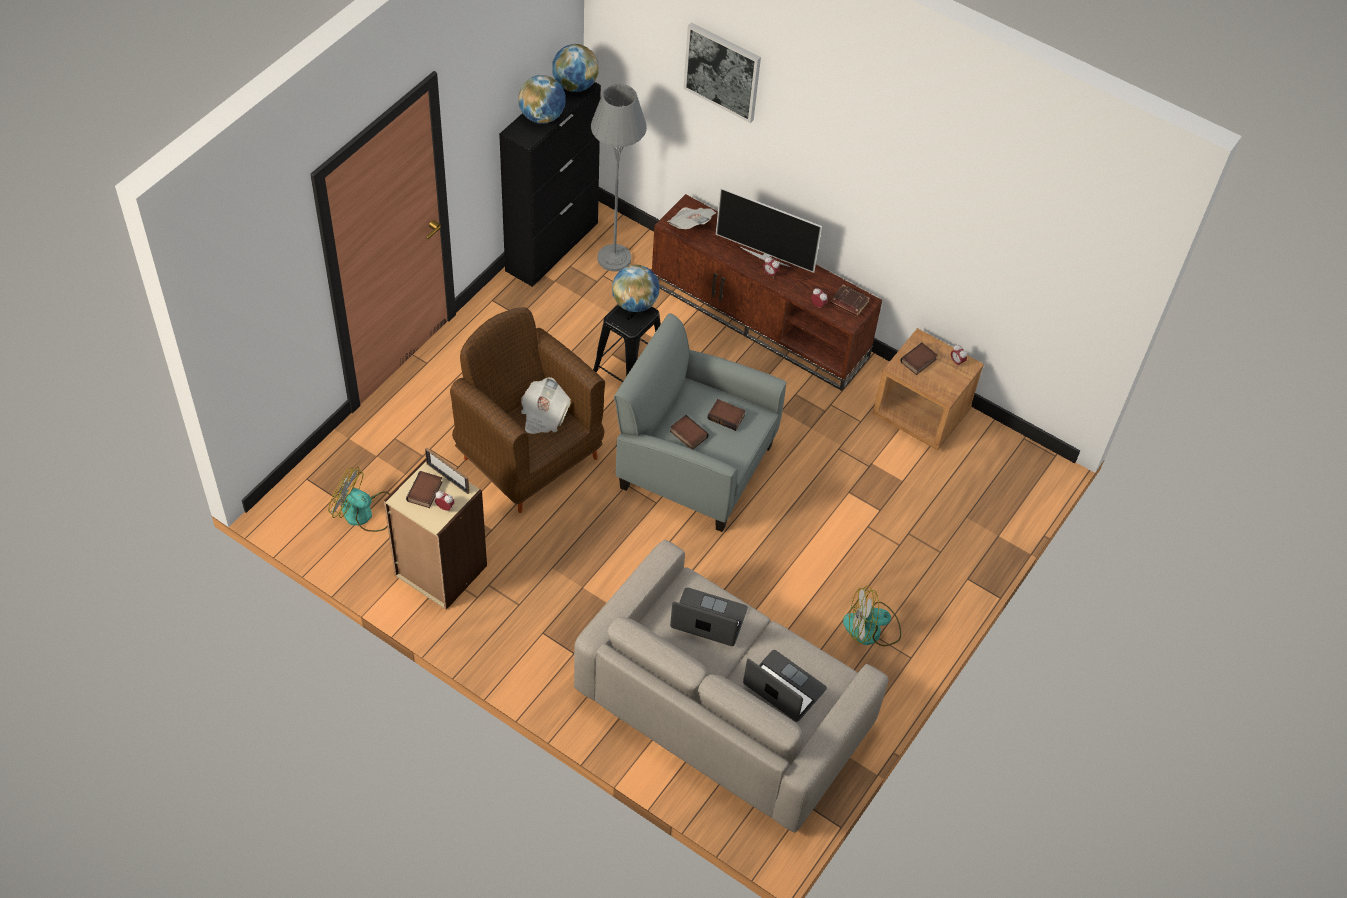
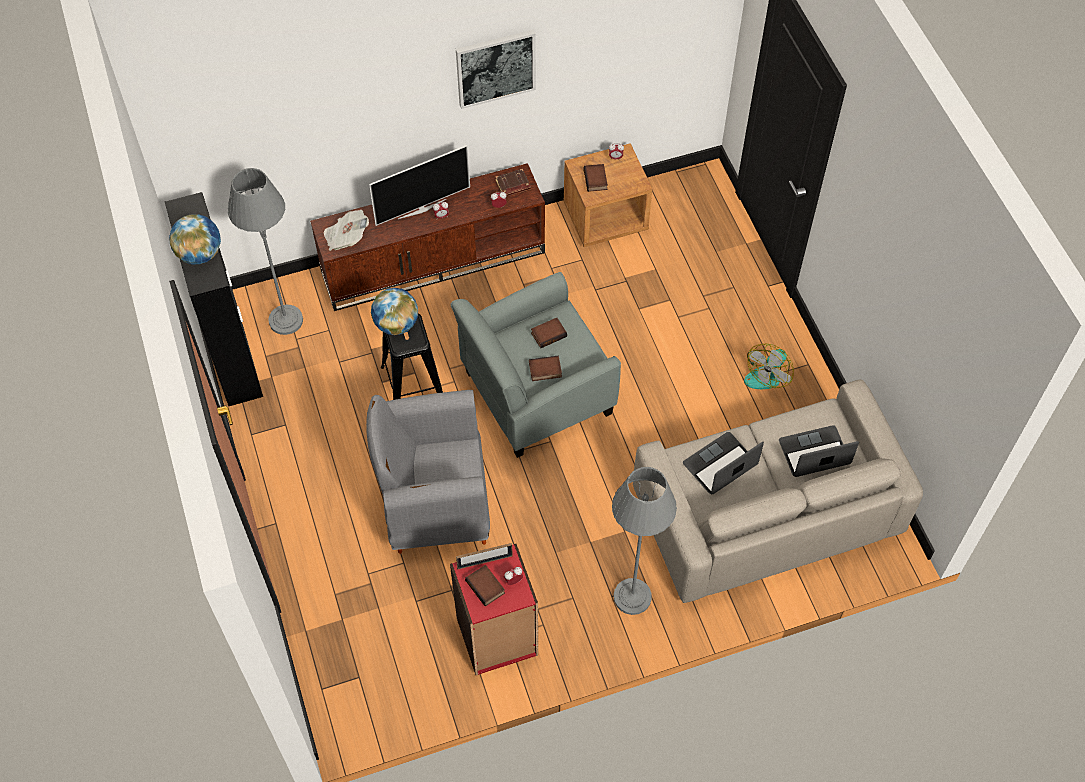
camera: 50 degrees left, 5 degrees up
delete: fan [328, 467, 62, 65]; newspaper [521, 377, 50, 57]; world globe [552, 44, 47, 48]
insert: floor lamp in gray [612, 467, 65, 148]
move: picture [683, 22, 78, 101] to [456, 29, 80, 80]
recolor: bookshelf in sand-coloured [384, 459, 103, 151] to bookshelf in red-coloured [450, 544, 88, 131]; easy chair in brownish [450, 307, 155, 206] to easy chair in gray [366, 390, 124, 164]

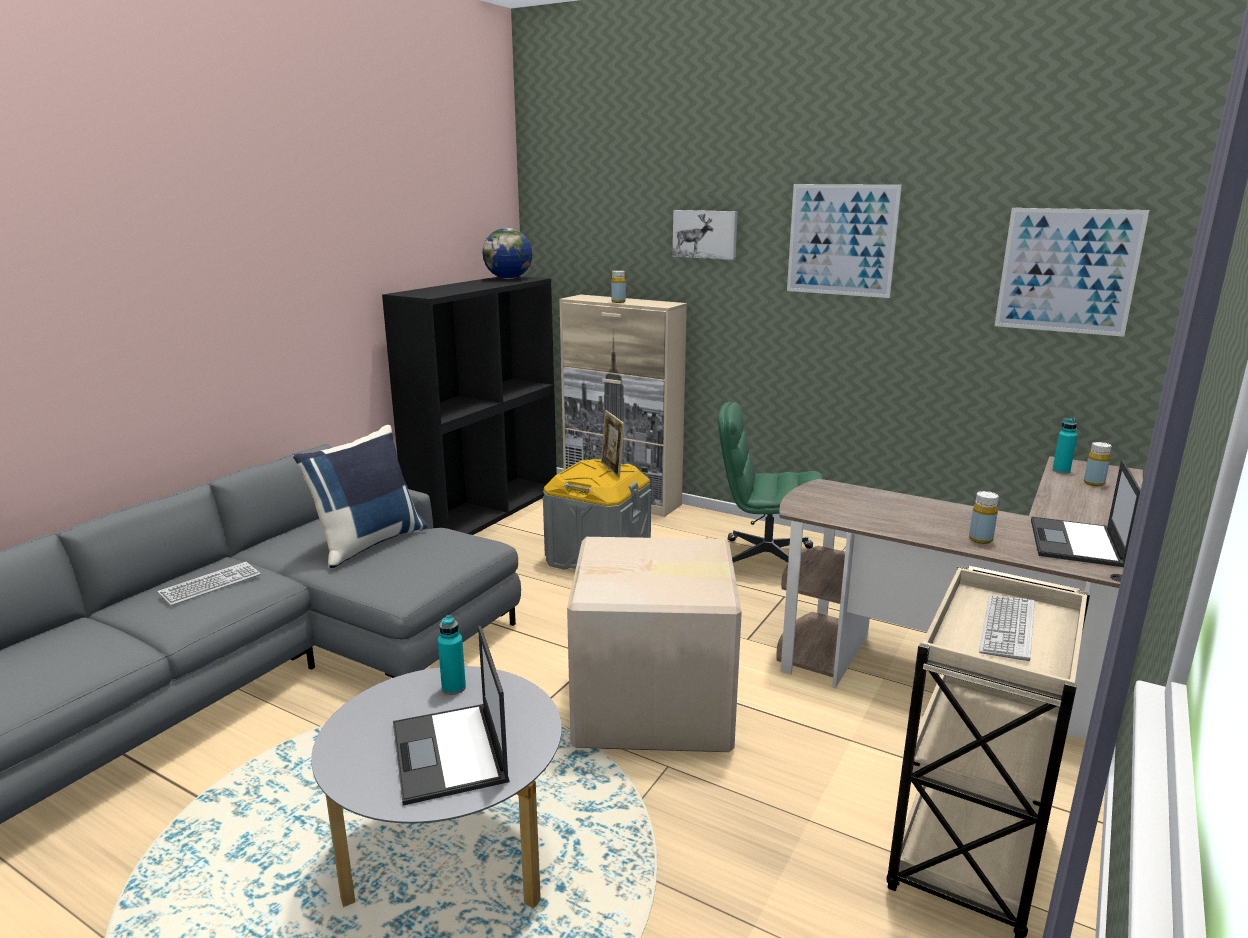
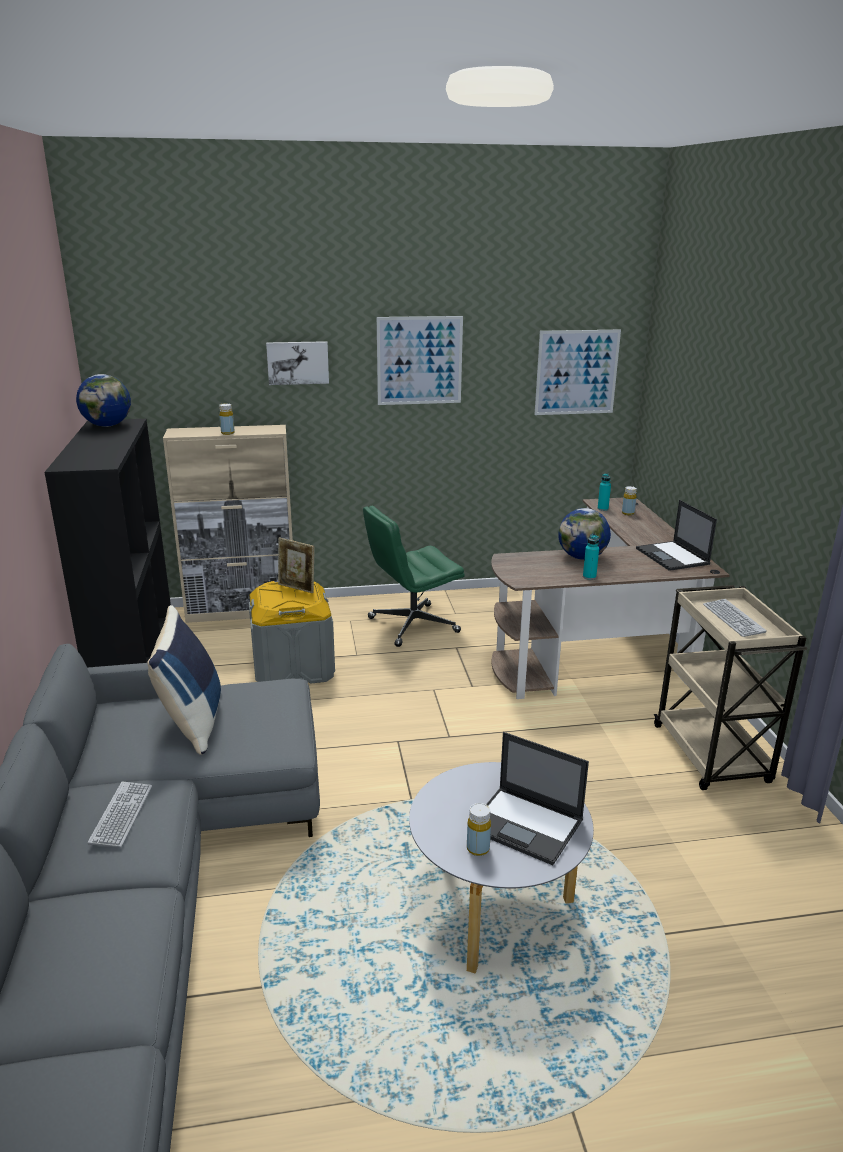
camera: 40 degrees left, 5 degrees up
delete: cardboard box [567, 537, 175, 215]
insert: world globe [558, 508, 53, 52]
move: bottle in turquoise-coloured [438, 615, 28, 80] to [583, 535, 16, 45]; bottle in yellow-coloured [969, 491, 30, 53] to [467, 803, 24, 53]

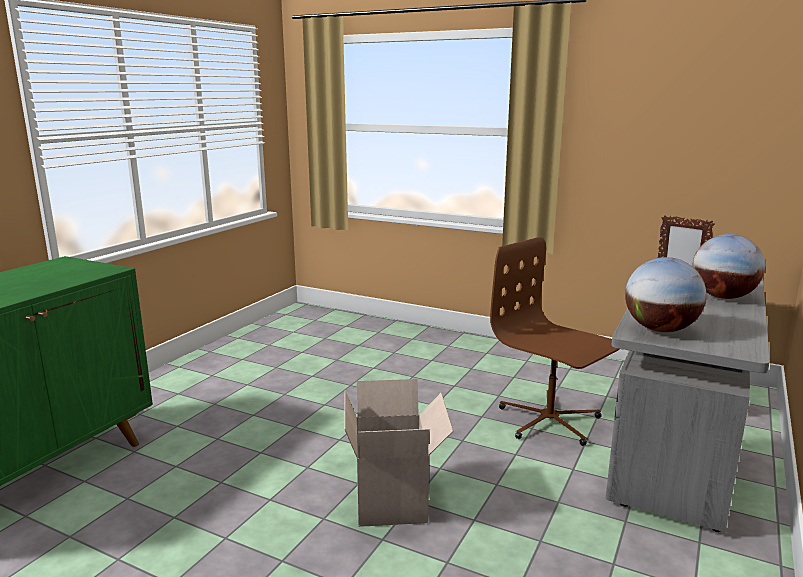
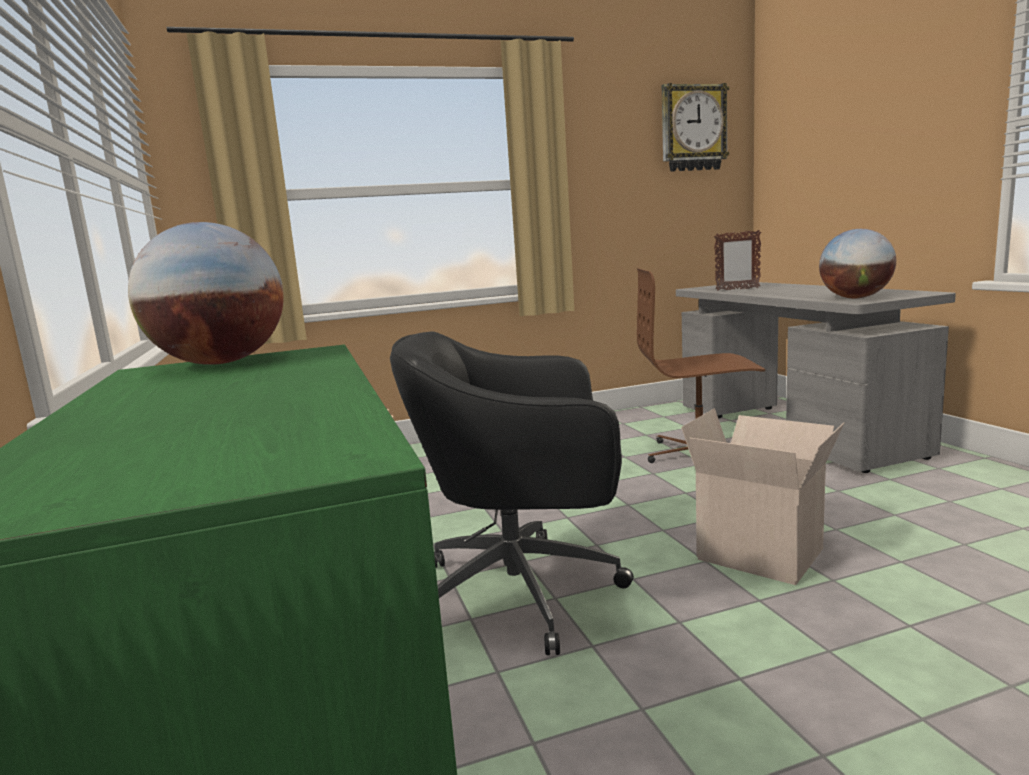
camera: 45 degrees left, 5 degrees down
insert: office chair in blackish [390, 331, 244, 324]; hanging clock [662, 83, 67, 89]
move: world globe [692, 234, 73, 65] to [128, 222, 156, 143]

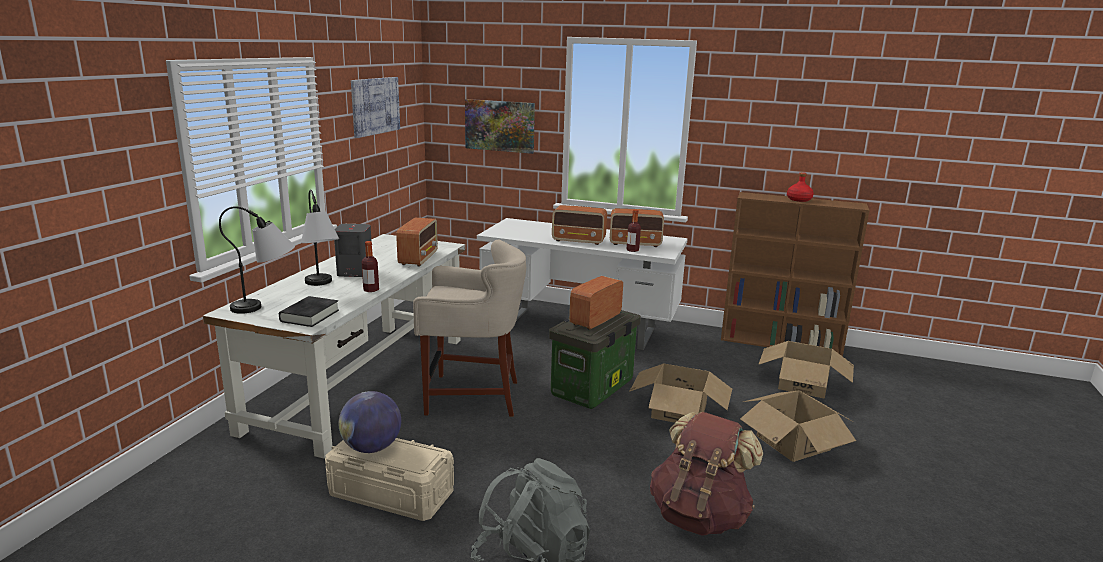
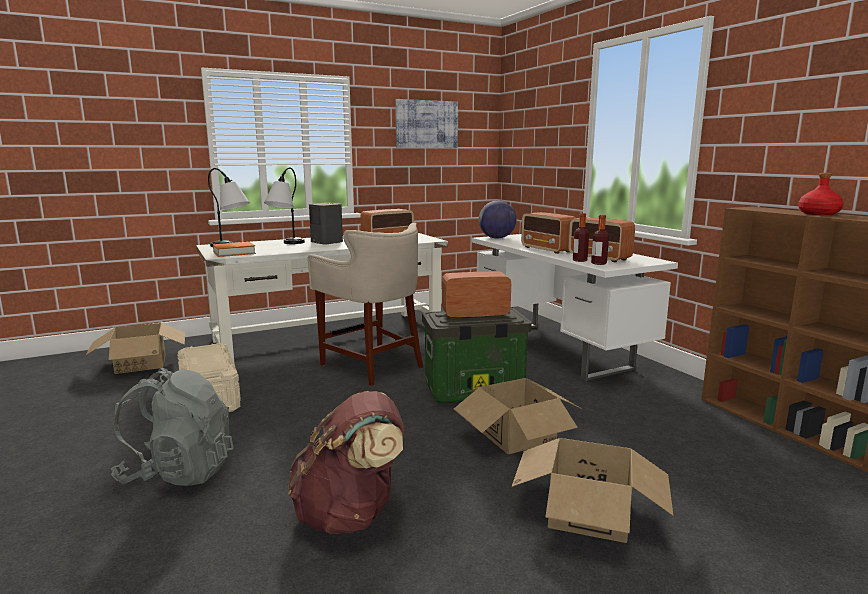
camera: 45 degrees right, 5 degrees down
delete: picture [465, 99, 70, 55]
move: world globe [339, 391, 62, 62] to [479, 201, 37, 38]; bottle [362, 241, 17, 51] to [591, 215, 18, 50]; cardboard box [758, 341, 96, 58] to [85, 323, 100, 51]
recolor: bound book in blackish [279, 296, 60, 31] to bound book in orangey [213, 242, 43, 15]

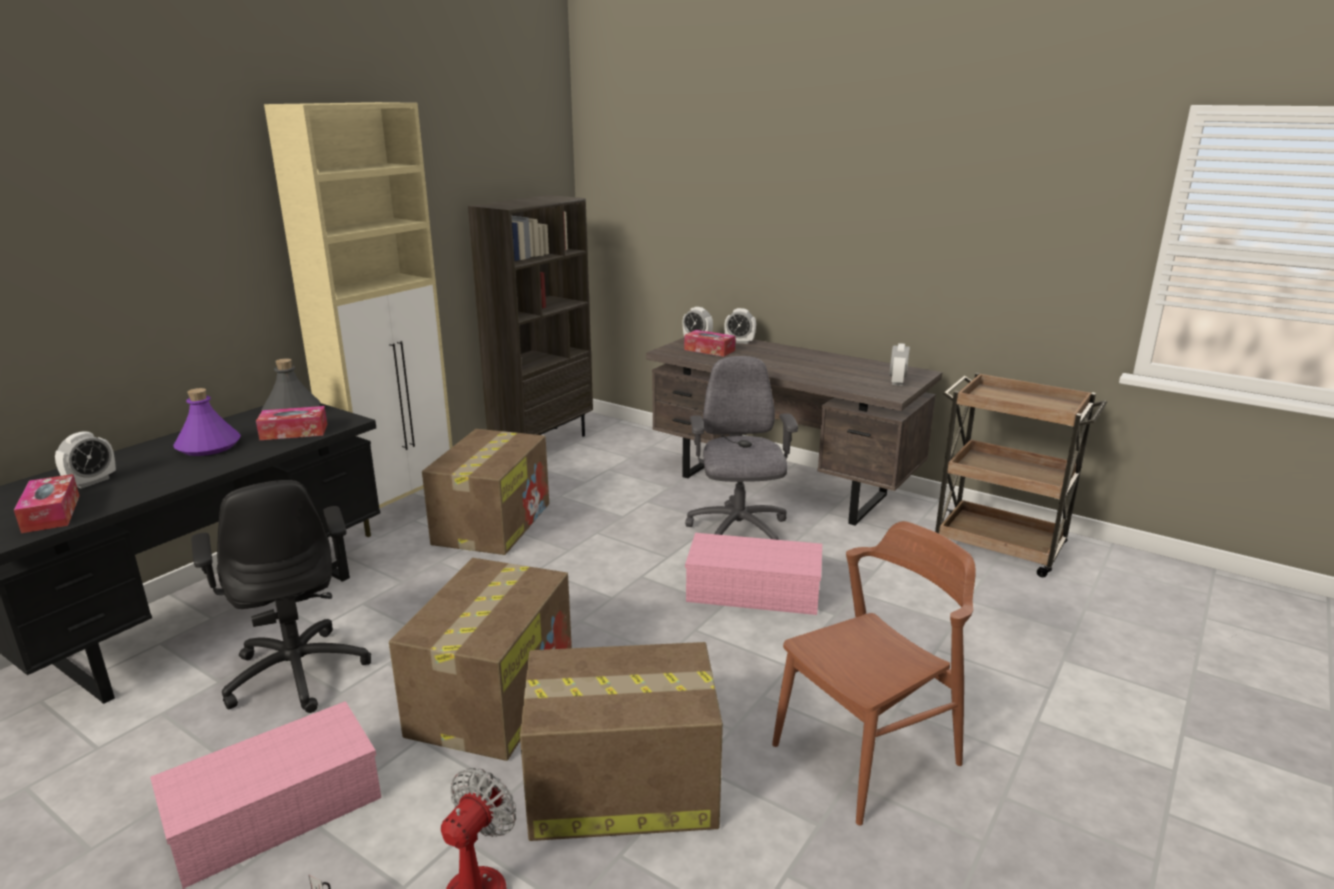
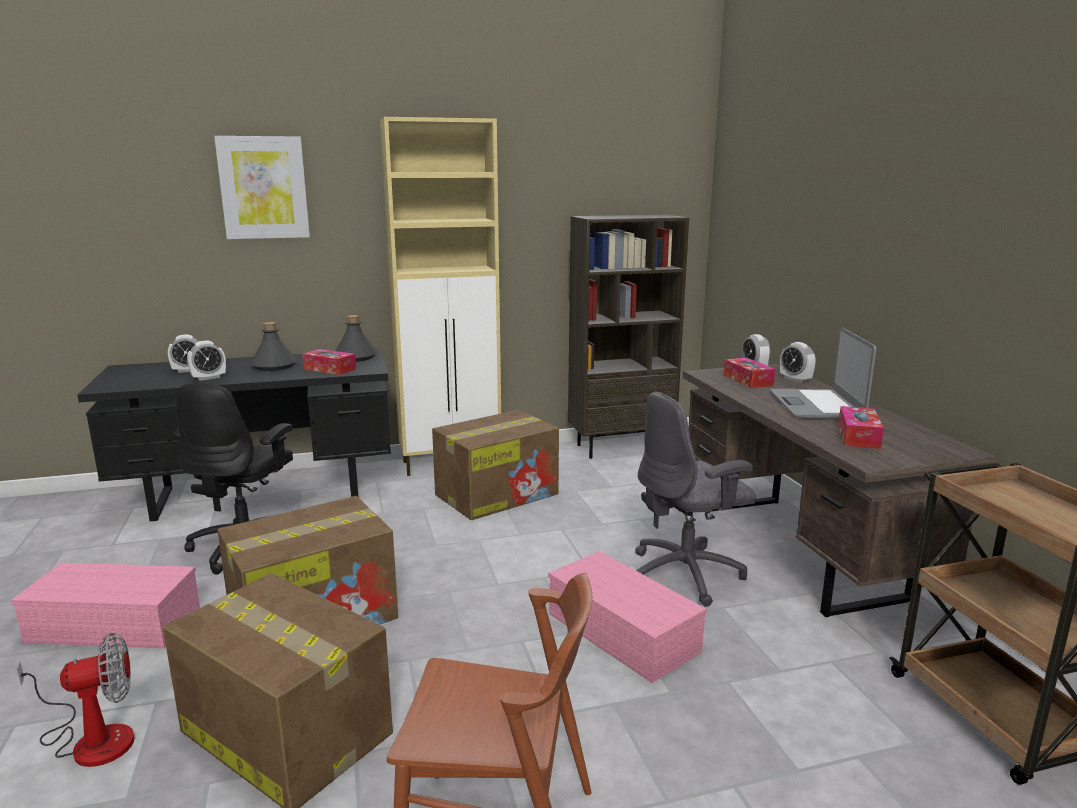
camera: 40 degrees right, 5 degrees down
insert: picture [214, 136, 96, 103]; portable computer [770, 327, 107, 92]
move: tissue box [14, 474, 65, 59] to [838, 406, 46, 43]; table clock [889, 343, 21, 43] to [187, 340, 39, 41]
recolor: bottle in purple [173, 388, 68, 68] to bottle in gray [250, 322, 47, 49]
rotate: office chair in gray [685, 356, 113, 184] = [635, 392, 121, 215] 150 degrees counterclockwise

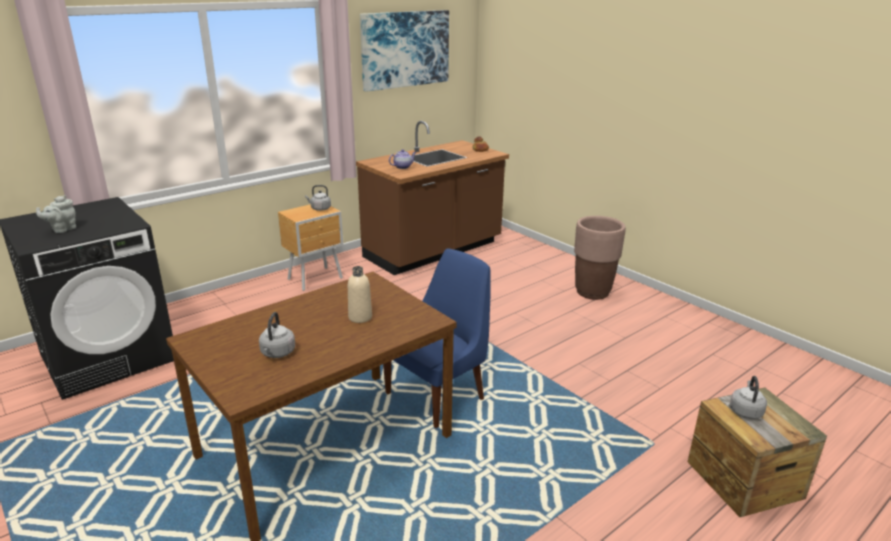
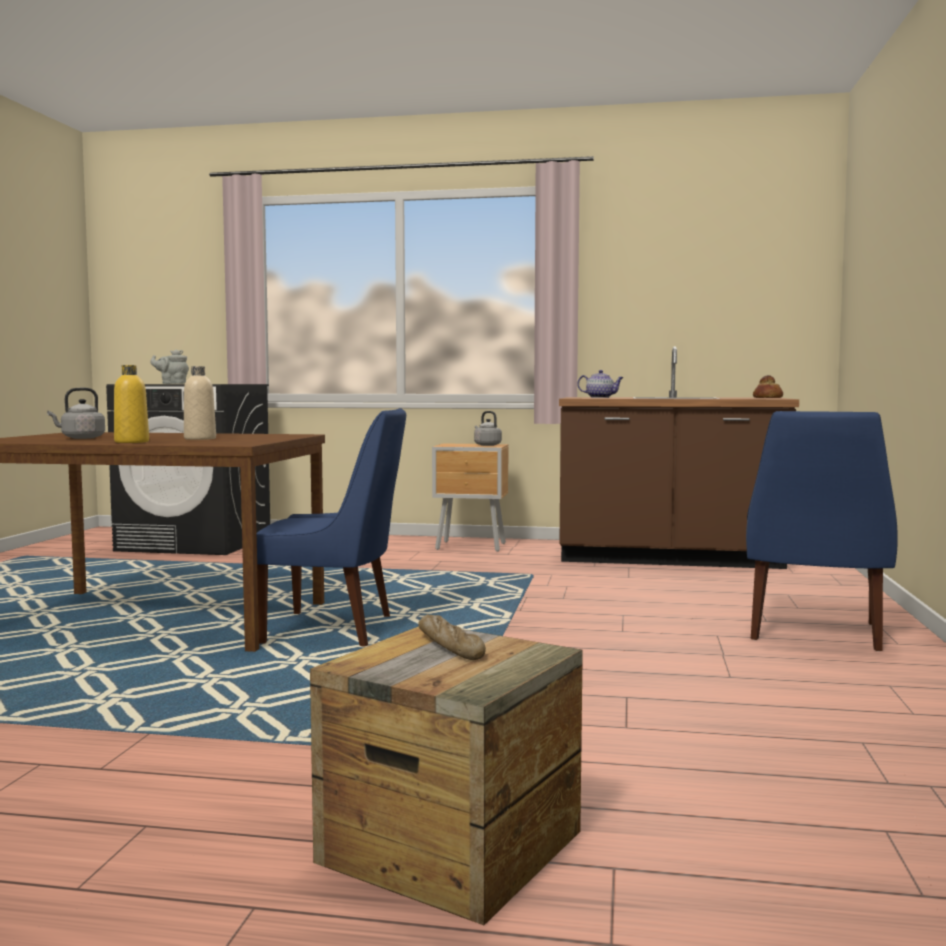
camera: 50 degrees right, 20 degrees down
delete: picture [360, 10, 89, 82]
insert: bottle in yellow-coloured [114, 365, 35, 78]
replace: plant pot in brownish [574, 216, 52, 84] to plain chair in bluish [746, 411, 152, 241]; tea kettle in gray [730, 376, 37, 43] to bread [418, 614, 68, 46]

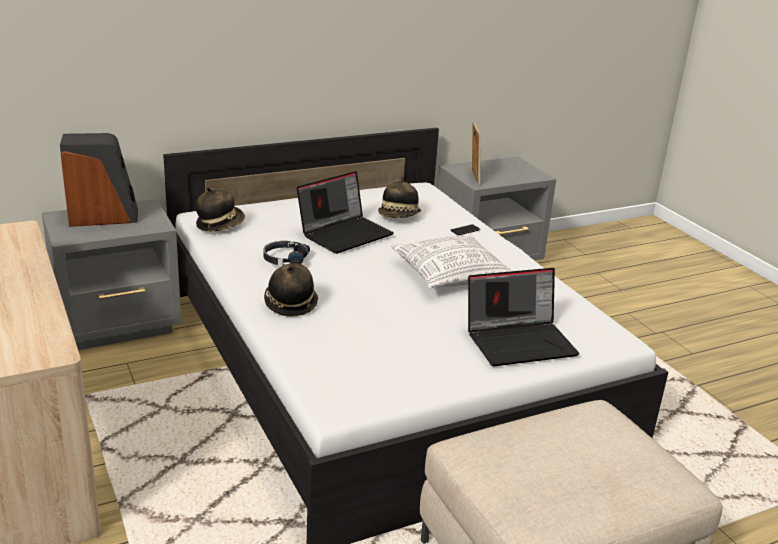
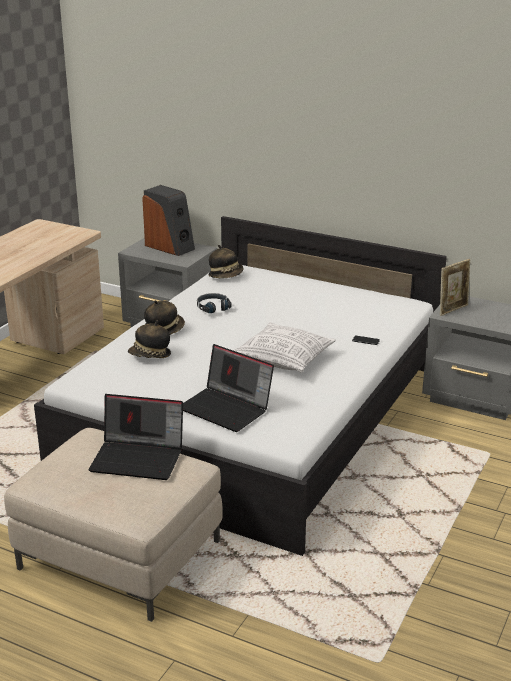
camera: 55 degrees right, 0 degrees up
move: portable computer [297, 171, 97, 83] to [88, 394, 95, 86]; clothing hat [378, 177, 43, 41] to [128, 320, 43, 38]

